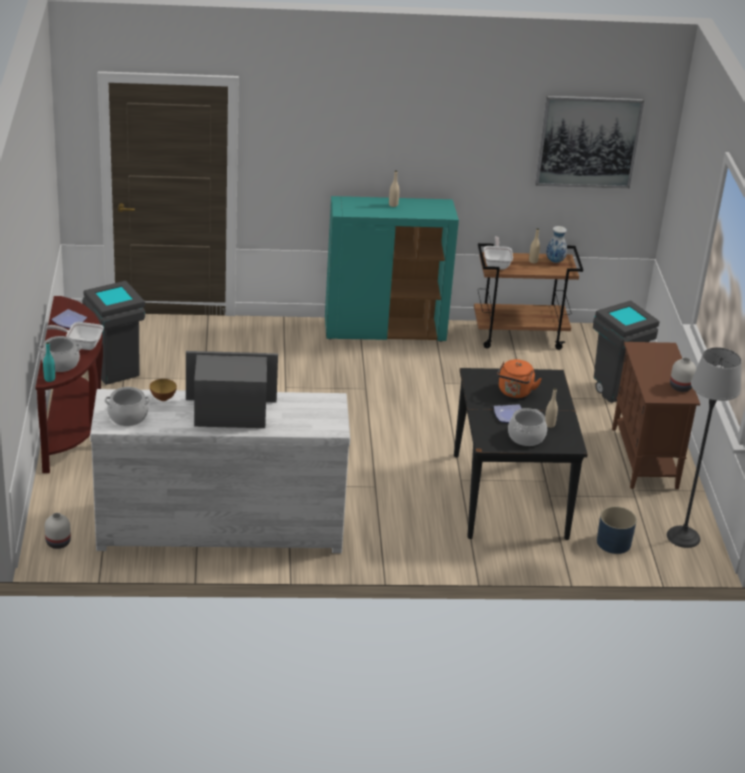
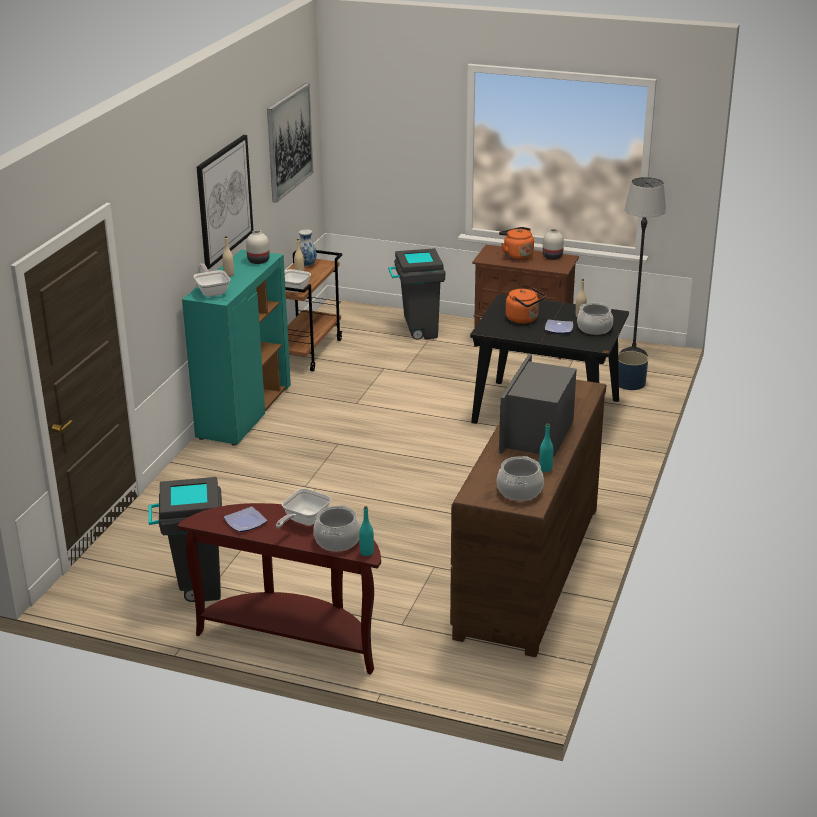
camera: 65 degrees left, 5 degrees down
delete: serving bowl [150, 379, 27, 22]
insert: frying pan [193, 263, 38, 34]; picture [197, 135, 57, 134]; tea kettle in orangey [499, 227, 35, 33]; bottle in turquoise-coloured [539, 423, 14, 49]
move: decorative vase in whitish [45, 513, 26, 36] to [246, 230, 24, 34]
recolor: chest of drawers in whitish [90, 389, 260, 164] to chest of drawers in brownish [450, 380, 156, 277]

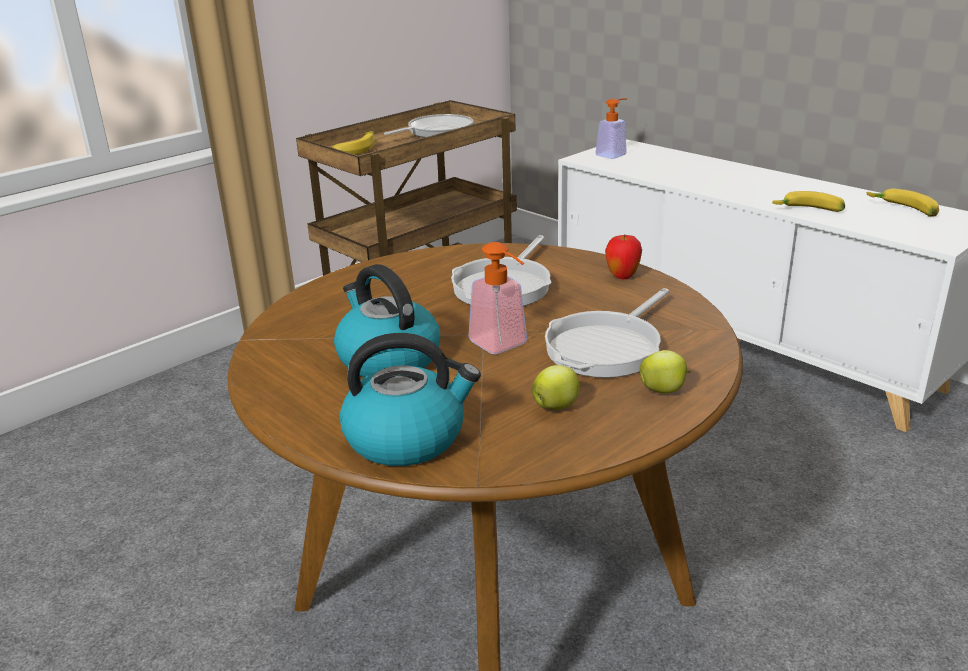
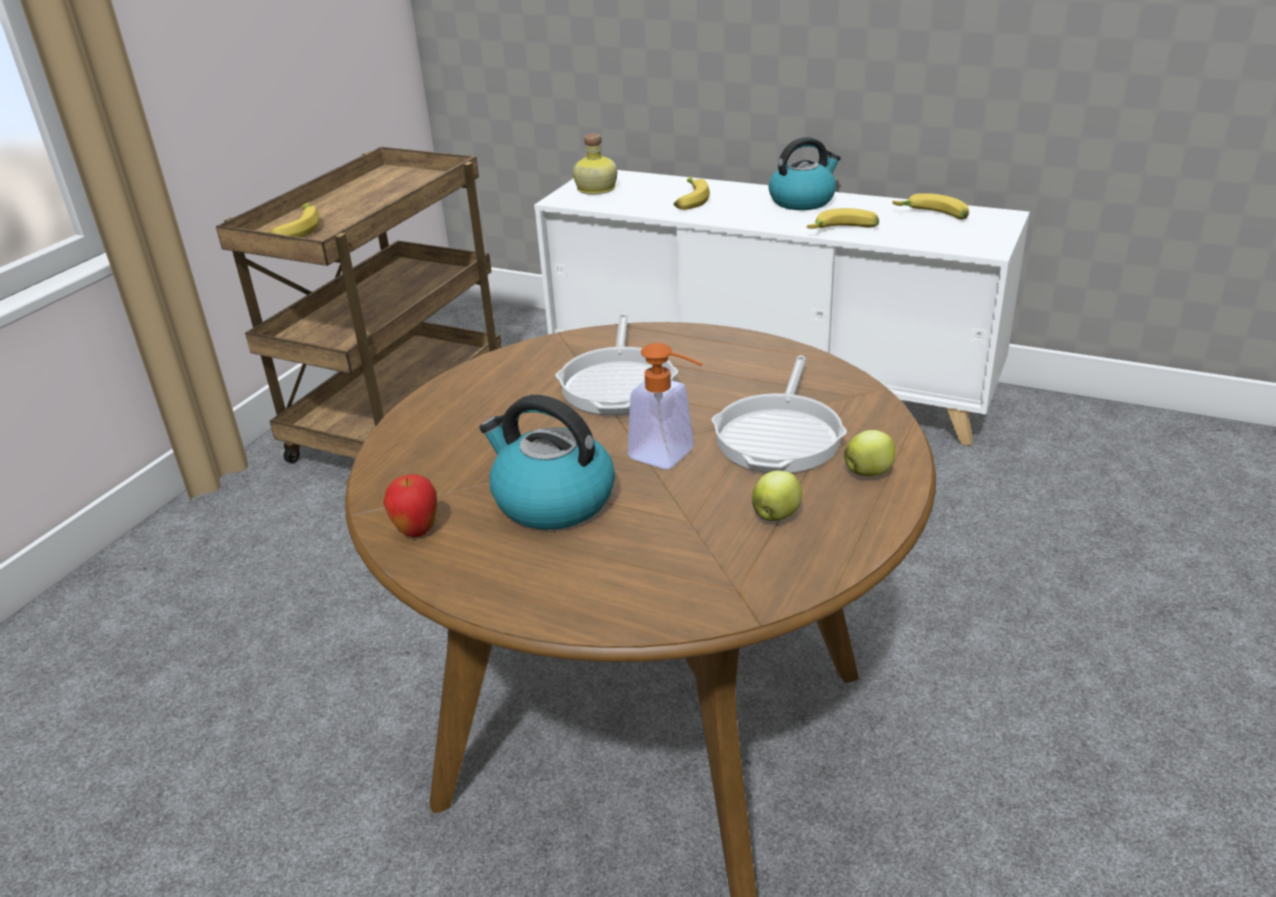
camera: 20 degrees left, 5 degrees up
delete: frying pan [384, 114, 89, 24]
insert: banana fruit [674, 176, 36, 34]
move: tea kettle [340, 333, 141, 133] to [769, 137, 72, 73]; whole apple [605, 235, 37, 44] to [383, 474, 54, 63]
replace: soap bottle [595, 98, 32, 61] to bottle [573, 134, 44, 60]

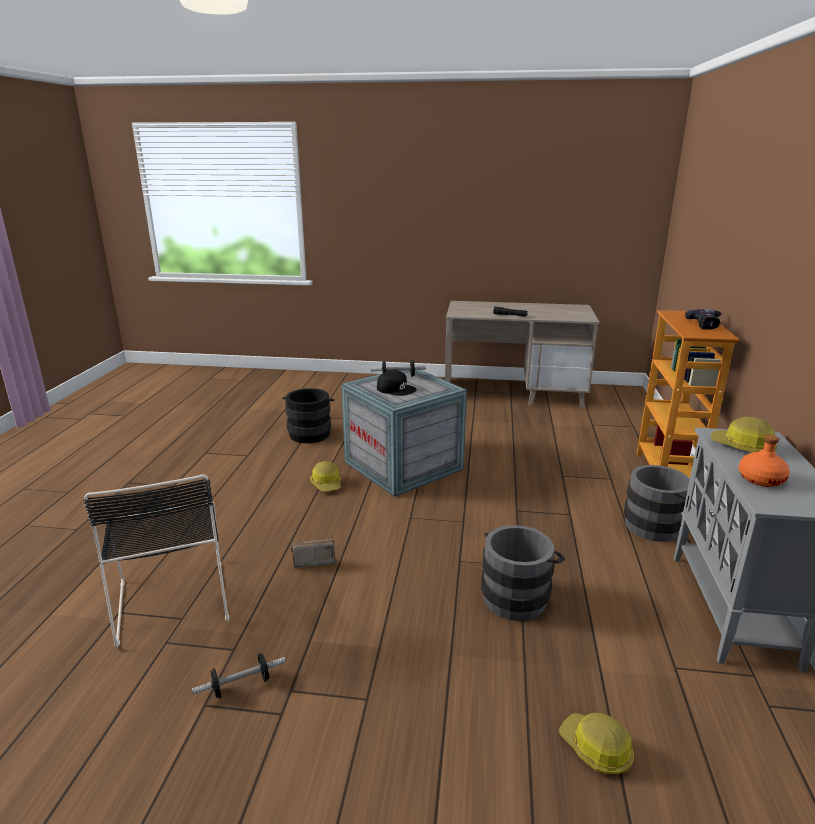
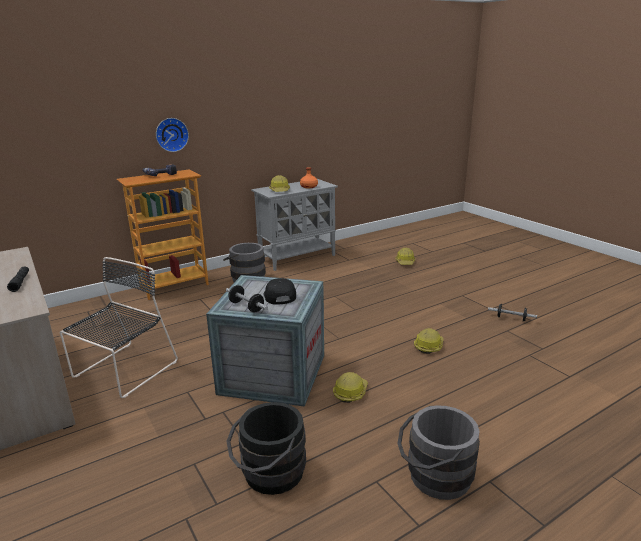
camera: 130 degrees left, 0 degrees up
insert: hanging clock [156, 118, 33, 34]
move: plain chair in blackish [83, 474, 147, 174] to [60, 257, 118, 141]; bucket in gray [481, 525, 84, 96] to [397, 405, 83, 95]
replace: radio receiver [291, 539, 45, 29] to hard hat [414, 328, 30, 26]

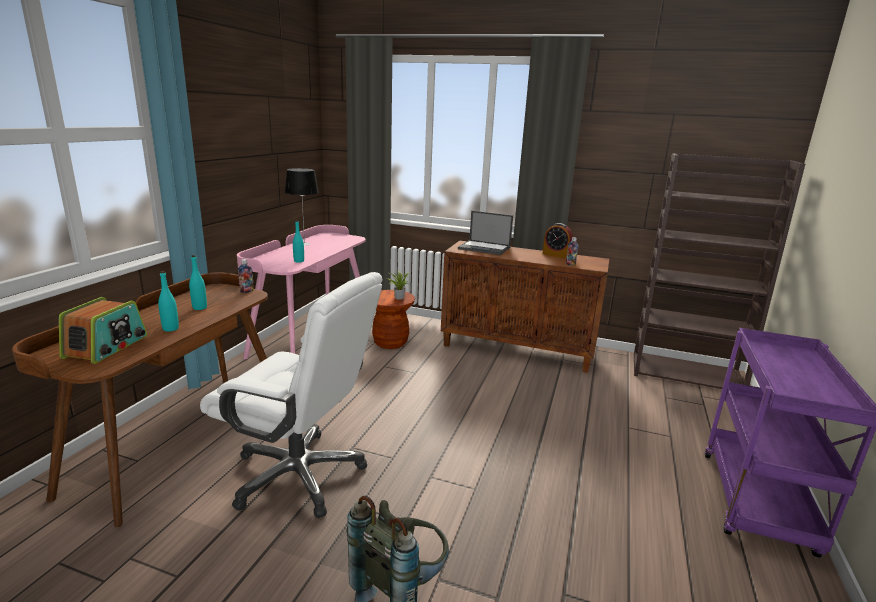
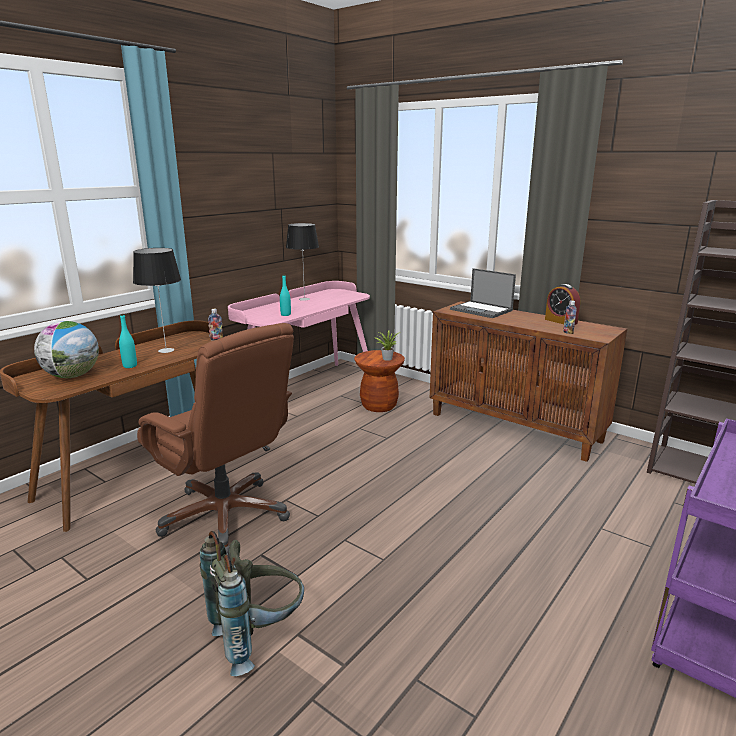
camera: 20 degrees right, 0 degrees up
replace: radio receiver [59, 297, 88, 67] to world globe [34, 321, 65, 57]; bottle in turquoise-coloured [189, 255, 18, 55] to lamp for a table [133, 248, 48, 105]
recolor: office chair in whitish [200, 272, 183, 246] to office chair in brownish [137, 323, 157, 232]

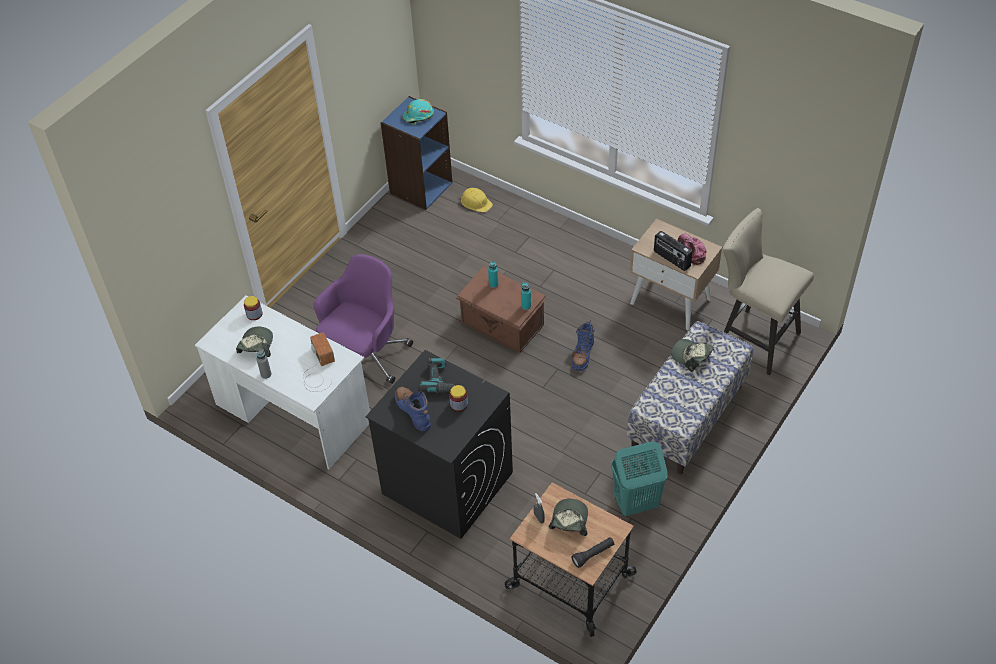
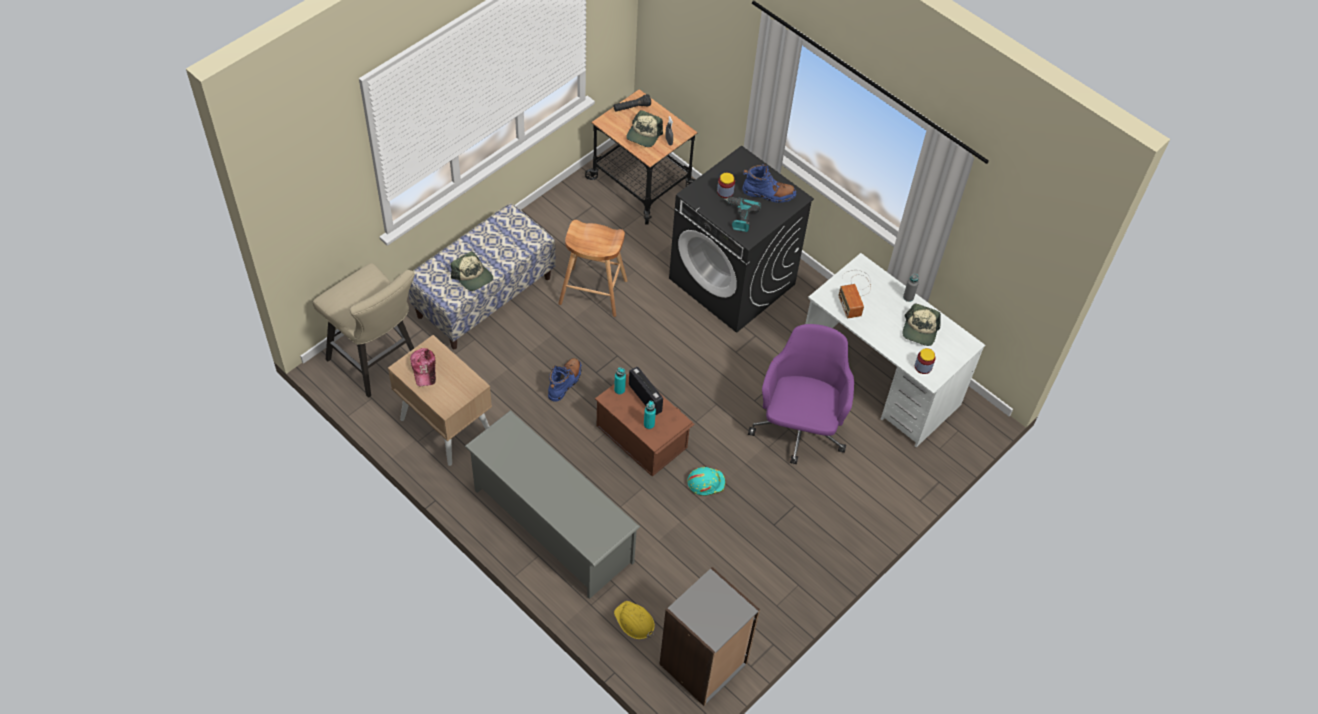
camera: 175 degrees left, 5 degrees up
delete: hamper in turquoise-coloured [611, 441, 57, 75]
insert: shoe stand in gray [465, 410, 175, 189]; stool seat in brownish [558, 220, 70, 97]
move: hard hat in turquoise-coloured [403, 99, 31, 26] to [687, 467, 39, 29]; radio receiver [654, 231, 39, 40] to [629, 366, 34, 50]
recolor: bookshelf in bluish [381, 96, 71, 114] to bookshelf in gray [660, 567, 100, 139]
rotate: office chair in purple [314, 254, 99, 130] = [748, 324, 106, 140] 150 degrees clockwise; boot in bluish [395, 387, 36, 44] = [742, 164, 55, 39] 60 degrees counterclockwise

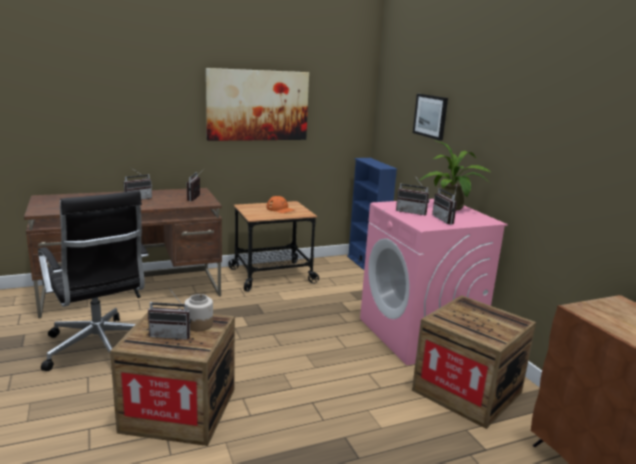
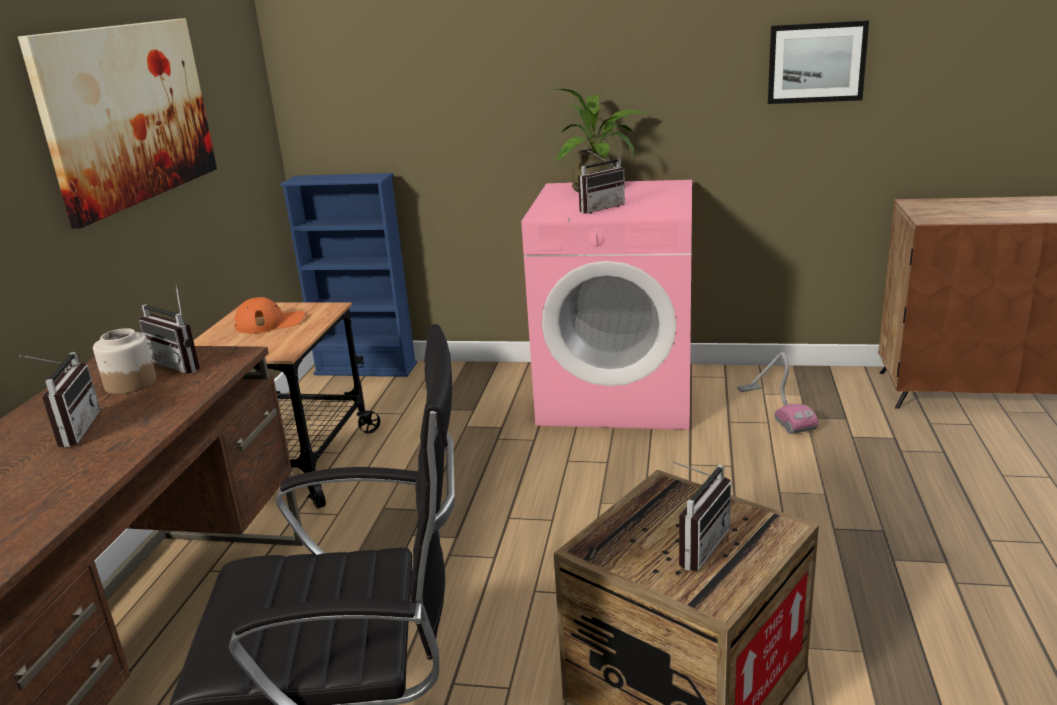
camera: 55 degrees left, 5 degrees up
delete: radio receiver [432, 185, 25, 40]
move: storage jar [185, 294, 28, 37] to [93, 328, 64, 66]; picture [413, 94, 35, 47] to [768, 20, 101, 84]
replace: packing crate [412, 295, 124, 134] to vacuum [737, 352, 81, 82]

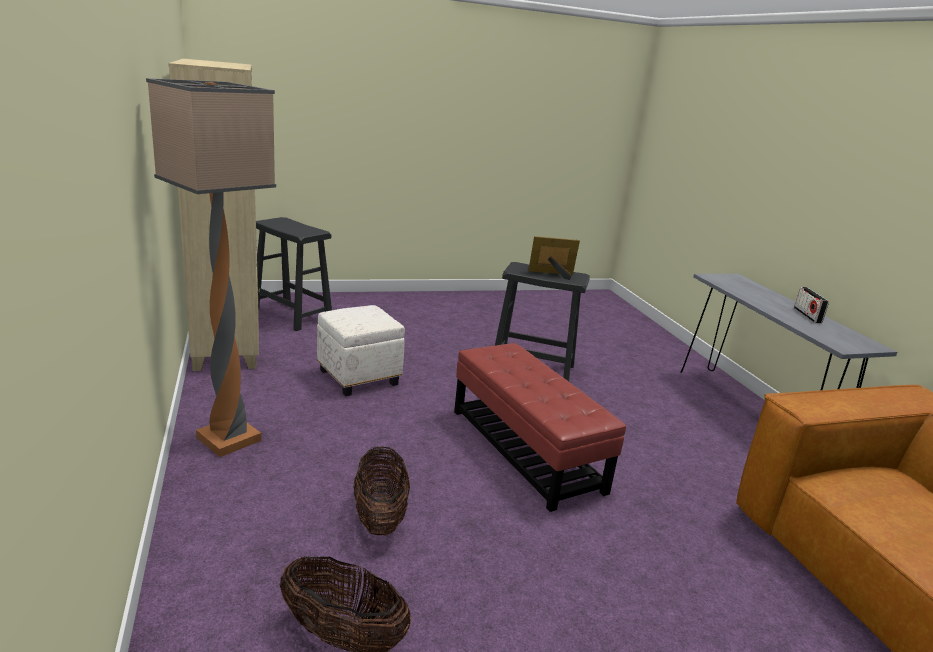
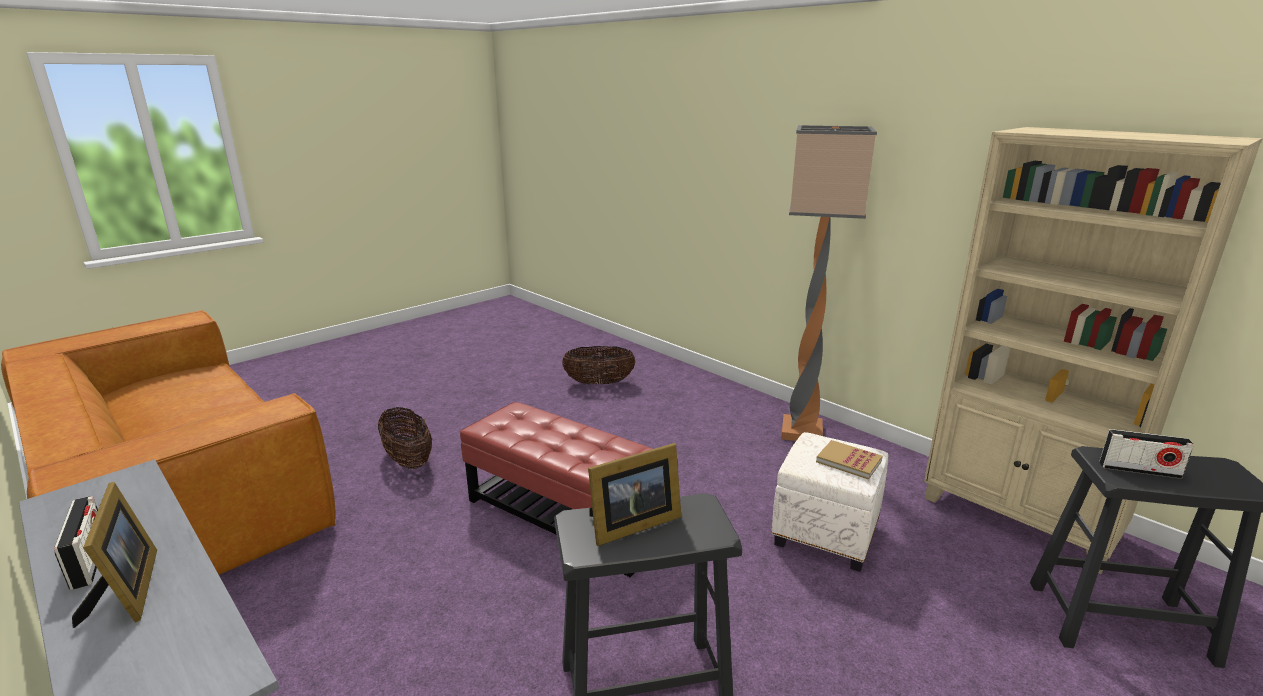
camera: 155 degrees right, 0 degrees up
insert: photo frame [72, 482, 85, 146]; bound book [816, 440, 67, 40]; radio receiver [1099, 429, 95, 50]
move: storage basket [353, 446, 57, 89] to [378, 407, 54, 62]

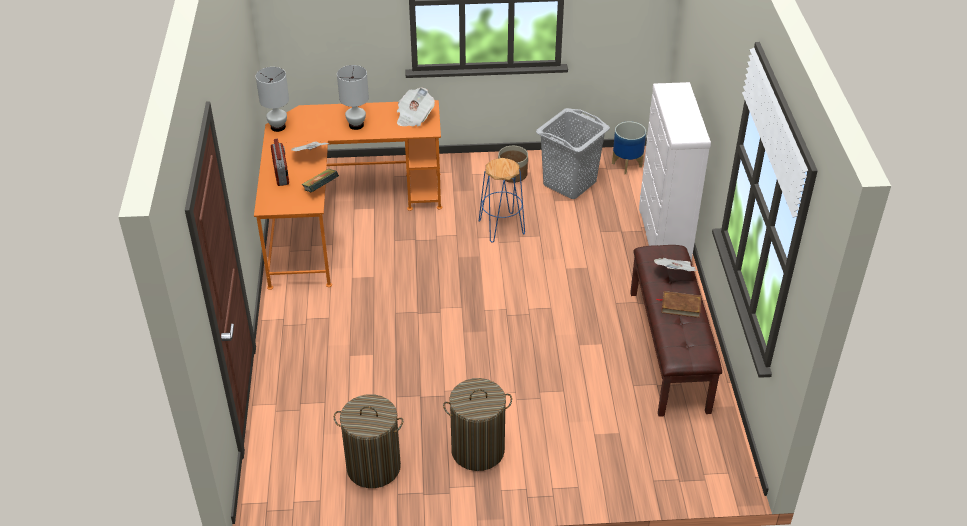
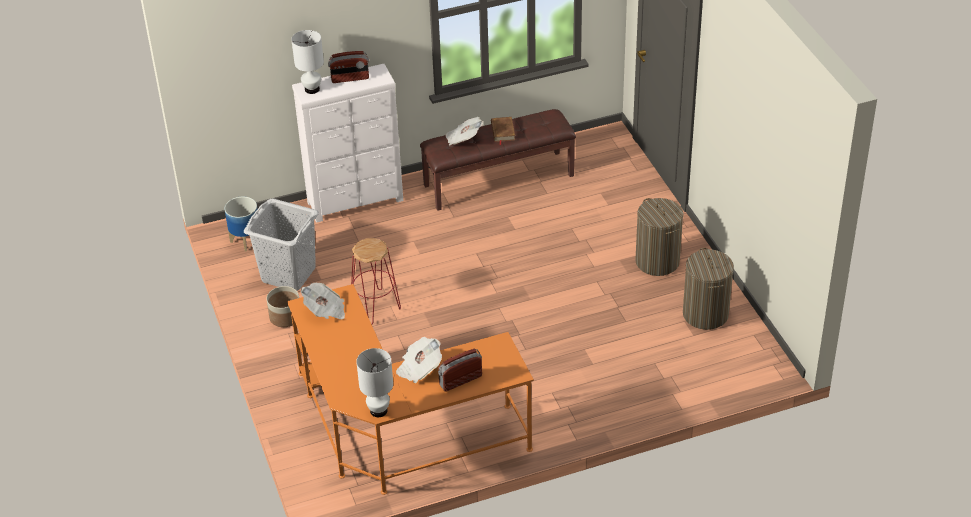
camera: 105 degrees left, 0 degrees up
delete: bound book [301, 169, 38, 24]
insert: radio receiver [328, 51, 41, 32]
move: lamp for a table in whitish [337, 65, 32, 65] to [291, 30, 33, 64]
recolor: stool seat in bluish [478, 158, 47, 85] to stool seat in red-coloured [351, 238, 50, 86]

